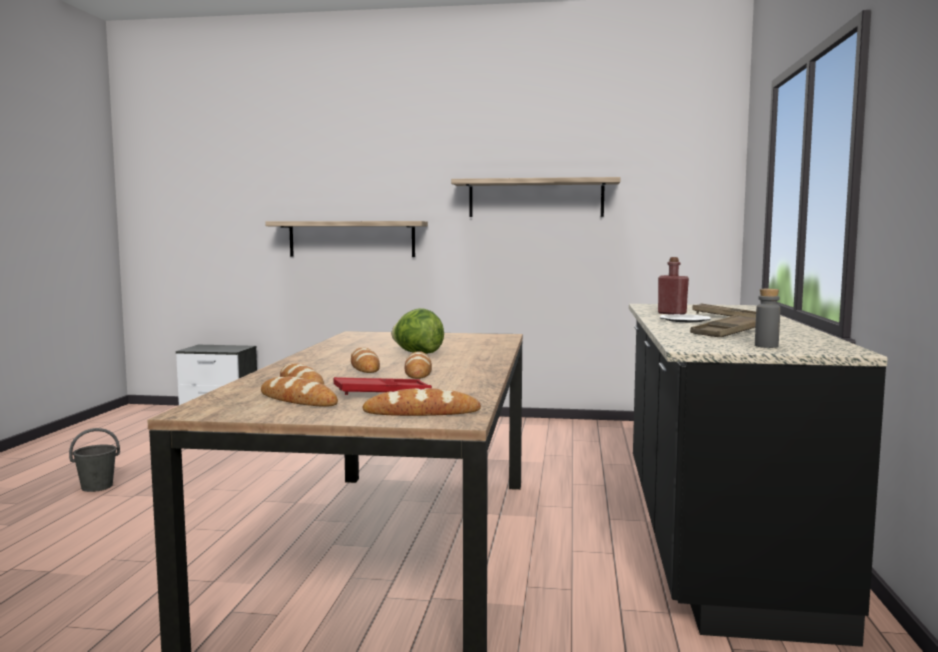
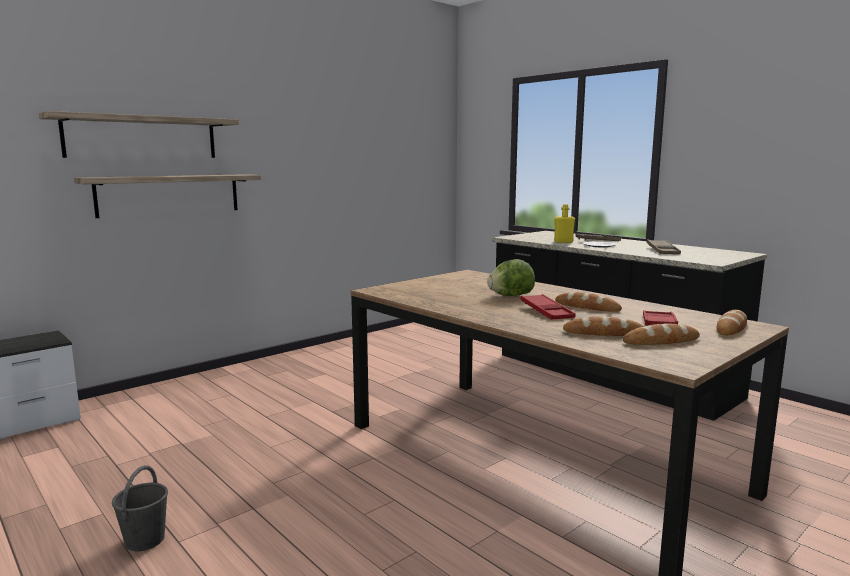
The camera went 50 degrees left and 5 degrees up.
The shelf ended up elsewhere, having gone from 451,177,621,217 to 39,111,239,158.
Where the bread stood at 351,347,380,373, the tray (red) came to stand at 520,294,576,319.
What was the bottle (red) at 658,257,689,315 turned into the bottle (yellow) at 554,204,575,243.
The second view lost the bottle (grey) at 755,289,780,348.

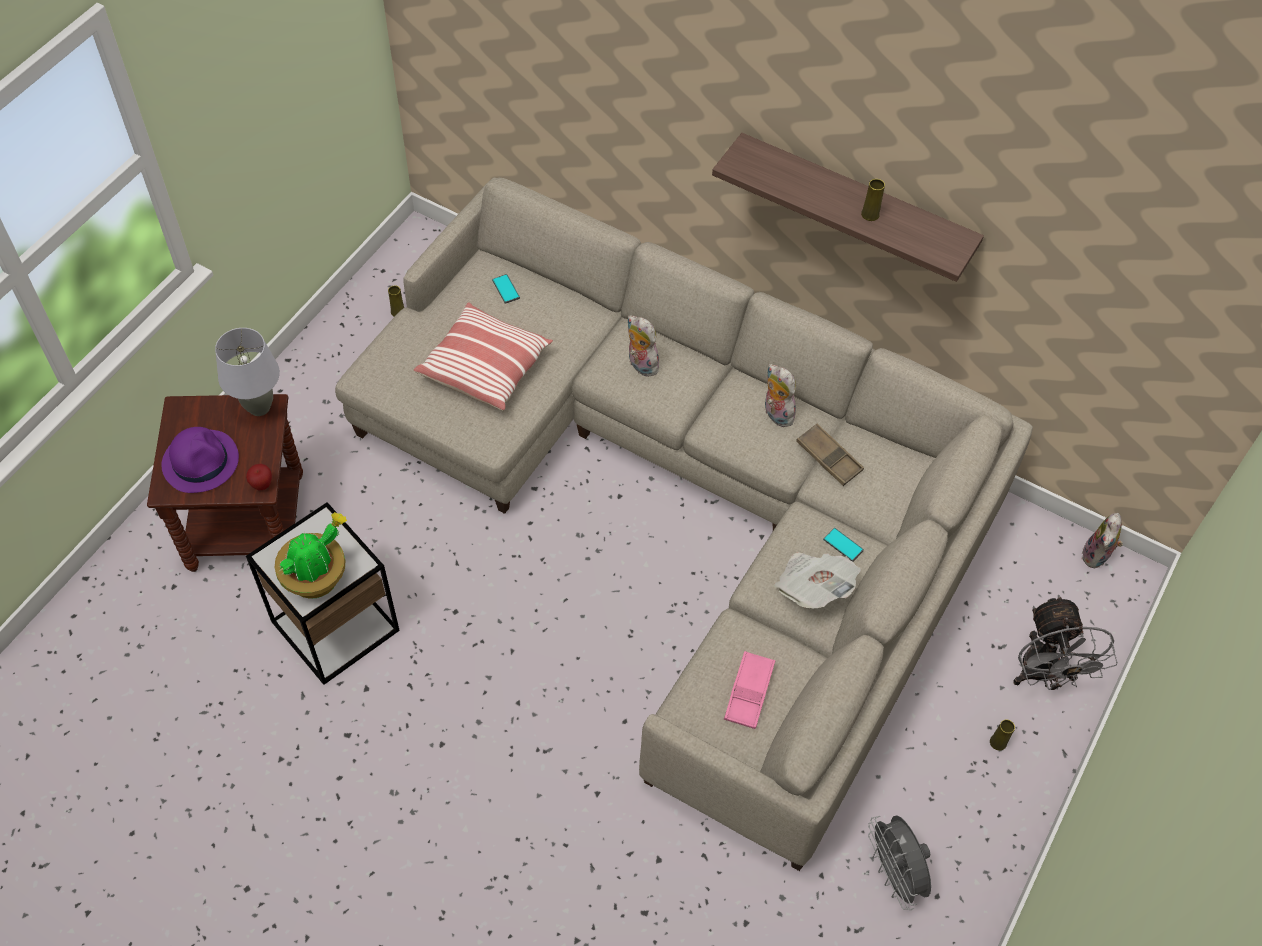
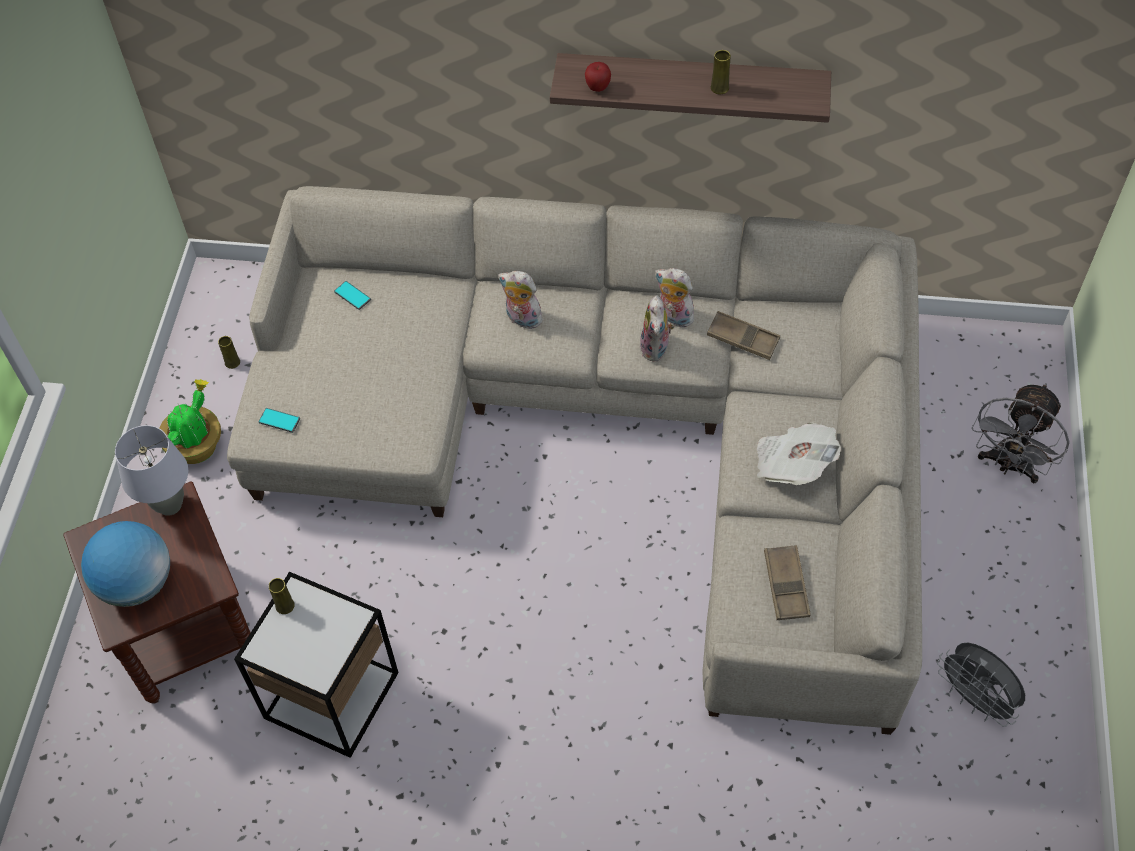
The camera went 20 degrees left and 0 degrees up.
Where the hat (purple) stood at 161,427,239,493, the globe came to stand at 81,521,170,607.
The potted plant ended up elsewhere, having gone from 275,512,347,599 to 159,379,221,464.
The phone ended up elsewhere, having gone from 823,528,864,561 to 258,408,300,433.
The vase (yellow) ended up elsewhere, having gone from 990,719,1015,751 to 269,578,295,614.
The apple ended up elsewhere, having gone from 246,464,272,490 to 585,62,611,92.
The plush toy ended up elsewhere, having gone from 1081,513,1123,568 to 640,295,674,362.
What was the tray (pink) at 724,651,775,729 turned into the tray (brown) at 764,545,811,620.
The fan (grey) at 1013,595,1118,690 ended up facing another way, 60 degrees clockwise from before.
The second view lost the pillow at 414,302,553,411.

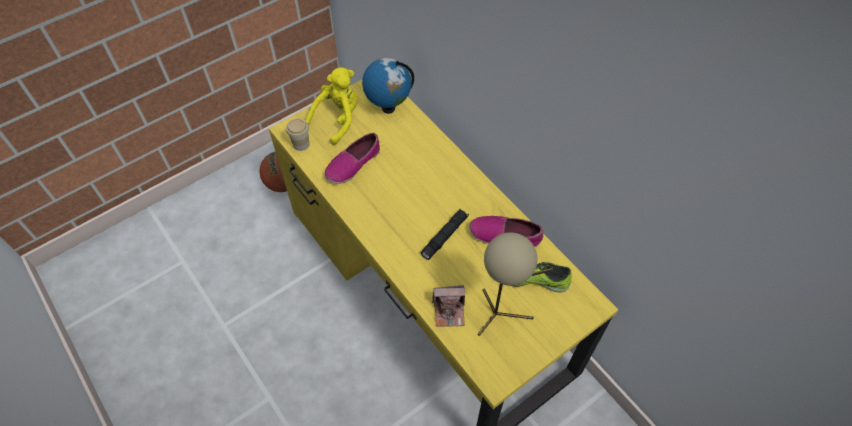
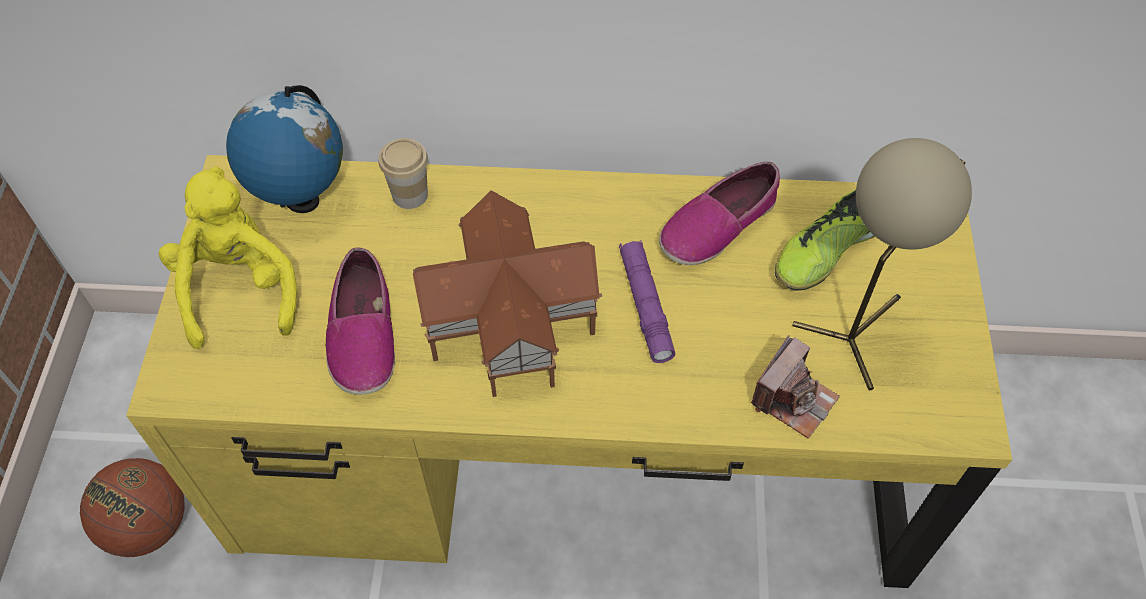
The camera went 50 degrees left and 0 degrees up.
The cup ended up elsewhere, having gone from 286,118,310,151 to 378,138,428,209.
The second view gained the toy house at 413,190,602,397.
What was the flashlight (black) at 421,209,469,260 turned into the flashlight (purple) at 619,240,675,363.

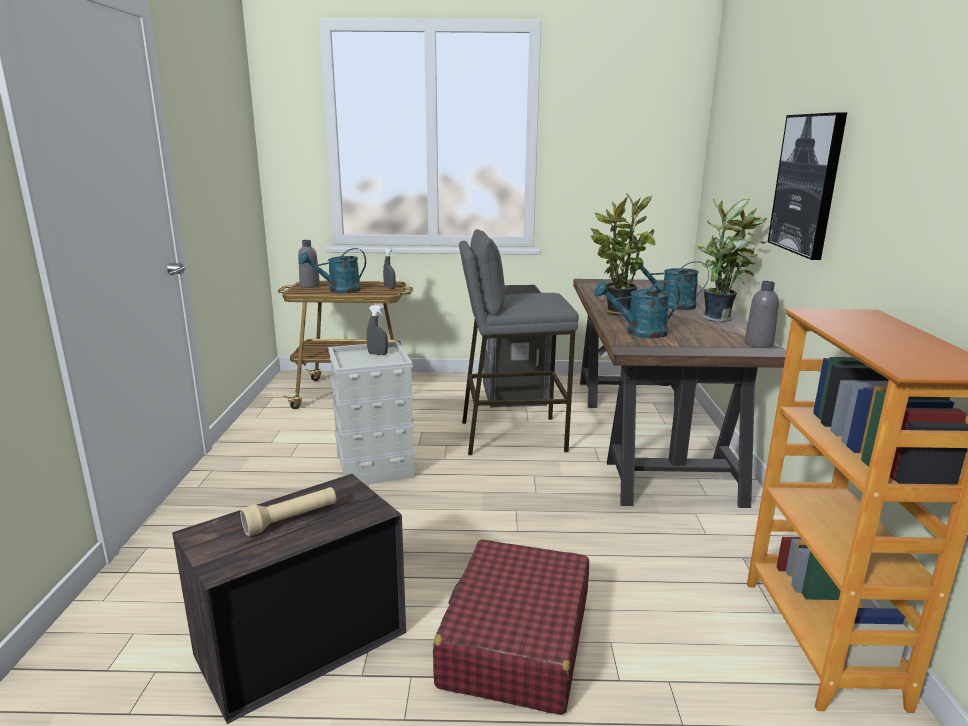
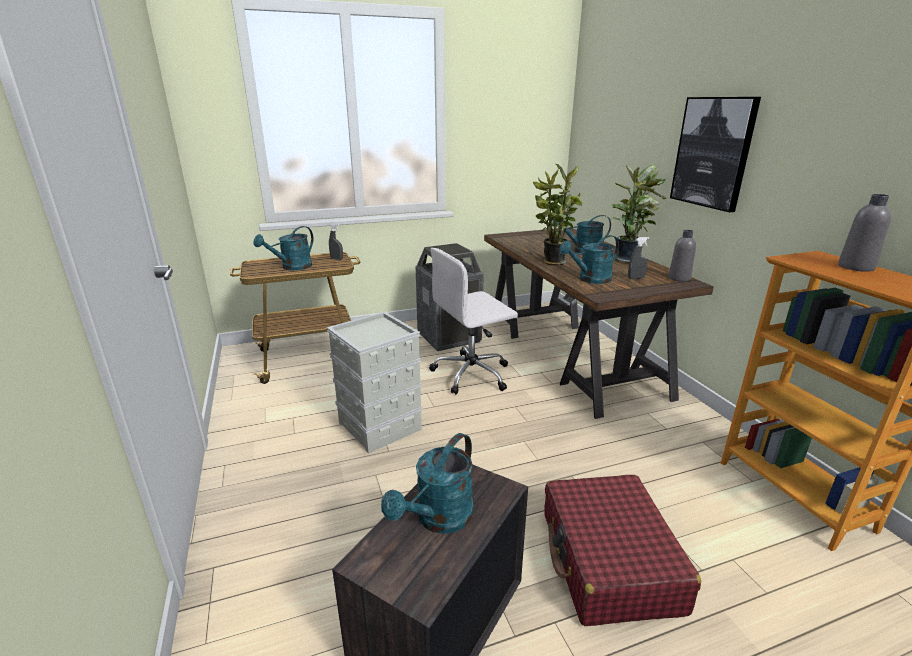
The camera went 20 degrees left and 5 degrees up.
Where the flashlight (beige) stood at 240,487,336,536, the watering can (turquoise) came to stand at 381,433,474,534.
Where the stool (grey) stood at 459,229,579,455, the office chair (white) came to stand at 429,248,518,394.
The spray bottle (grey) ended up elsewhere, having gone from 367,305,388,355 to 628,237,650,279.
The bottle (grey) ended up elsewhere, having gone from 298,240,320,288 to 838,194,891,272.

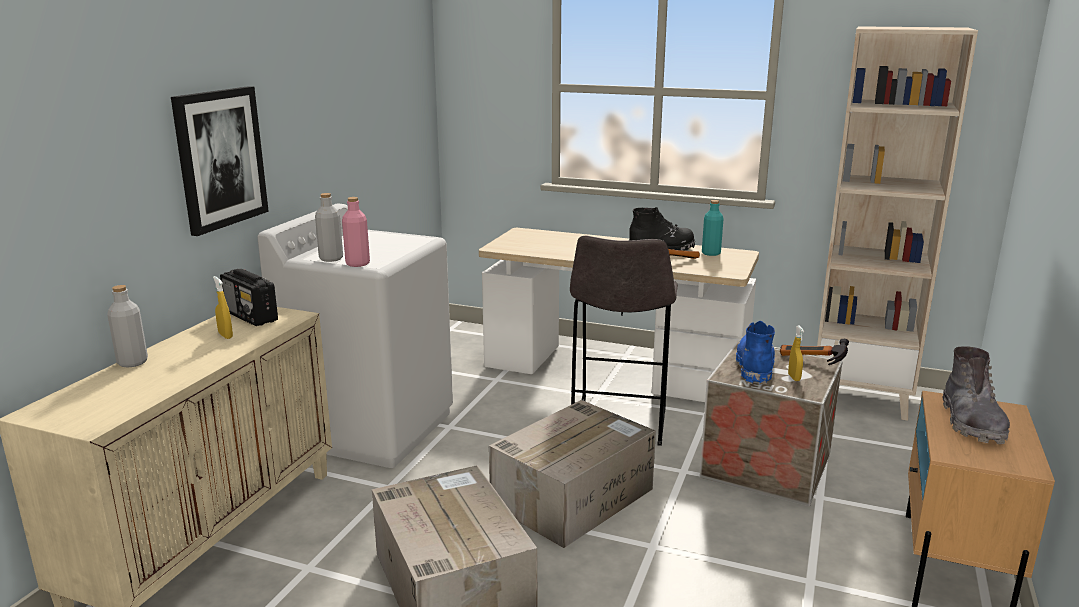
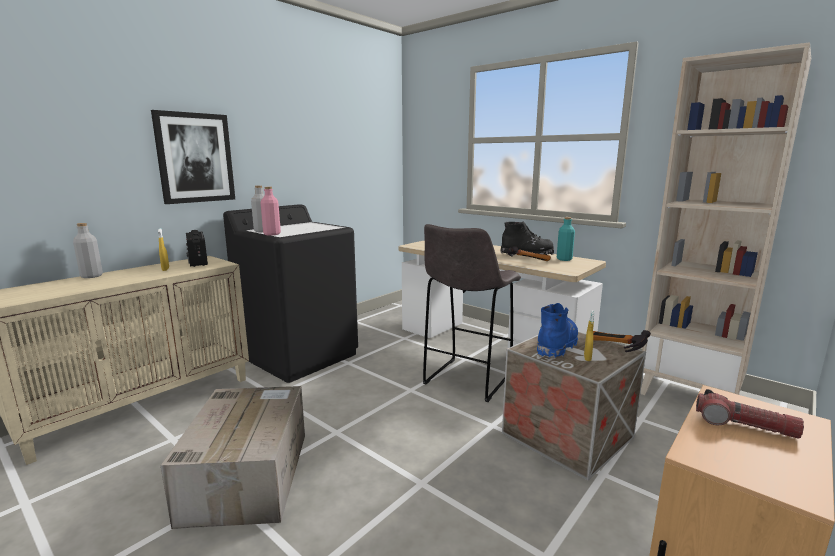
The camera went 20 degrees right and 5 degrees down.
What was the washing machine (white) at 257,204,453,468 turned into the washing machine (black) at 223,204,358,383.
Where the boot (grey) stood at 943,346,1010,444, the flashlight came to stand at 696,389,804,439.
The second view lost the cardboard box at 489,400,656,548.

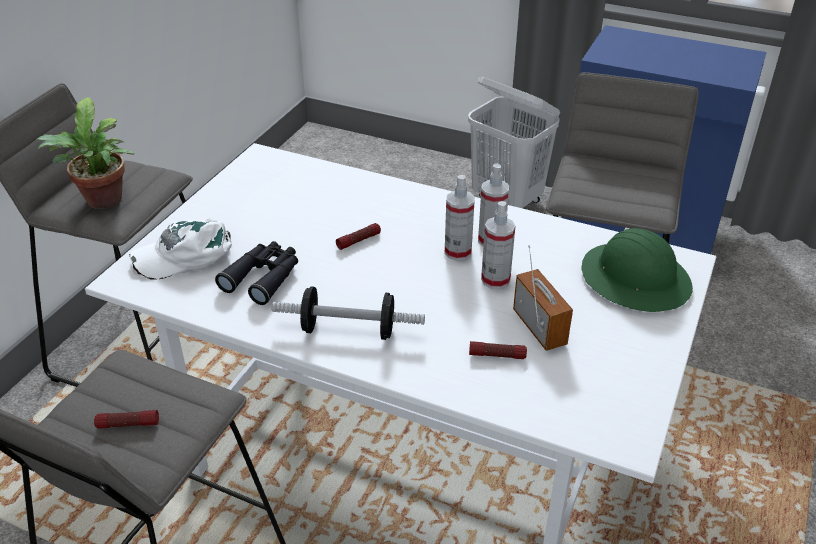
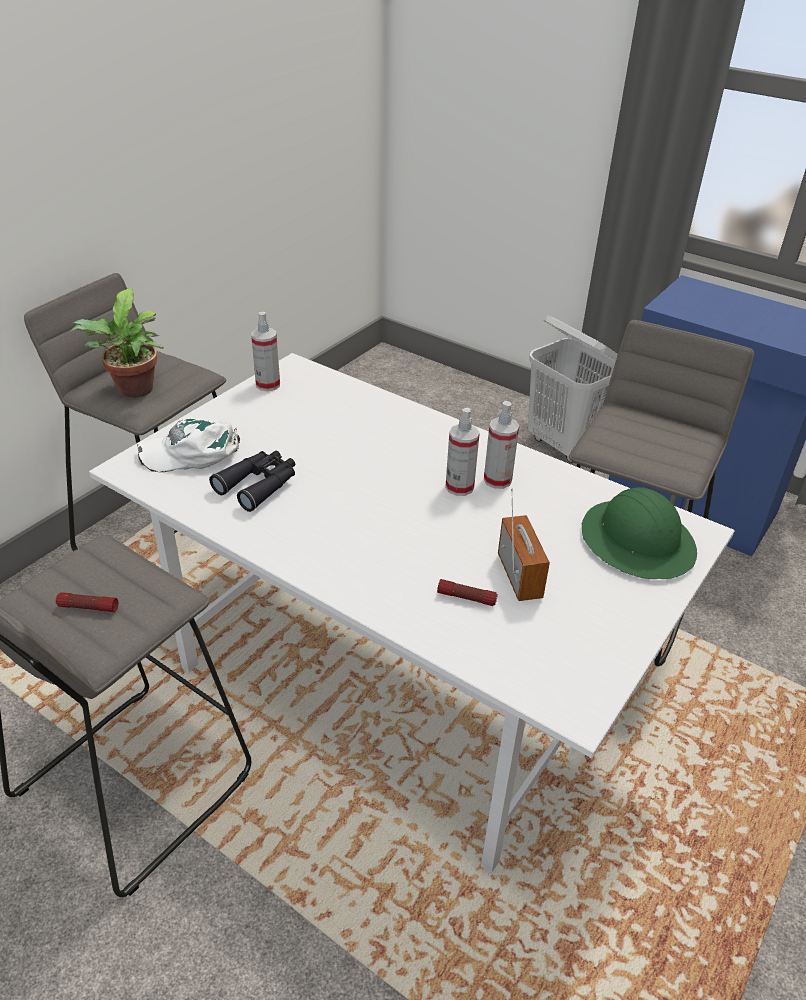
The camera went 10 degrees right and 0 degrees up.
The spray bottle ended up elsewhere, having gone from 481,201,516,289 to 251,312,280,391.
The second view lost the dumbbell at 272,286,425,340.
The second view lost the flashlight at 336,223,381,250.

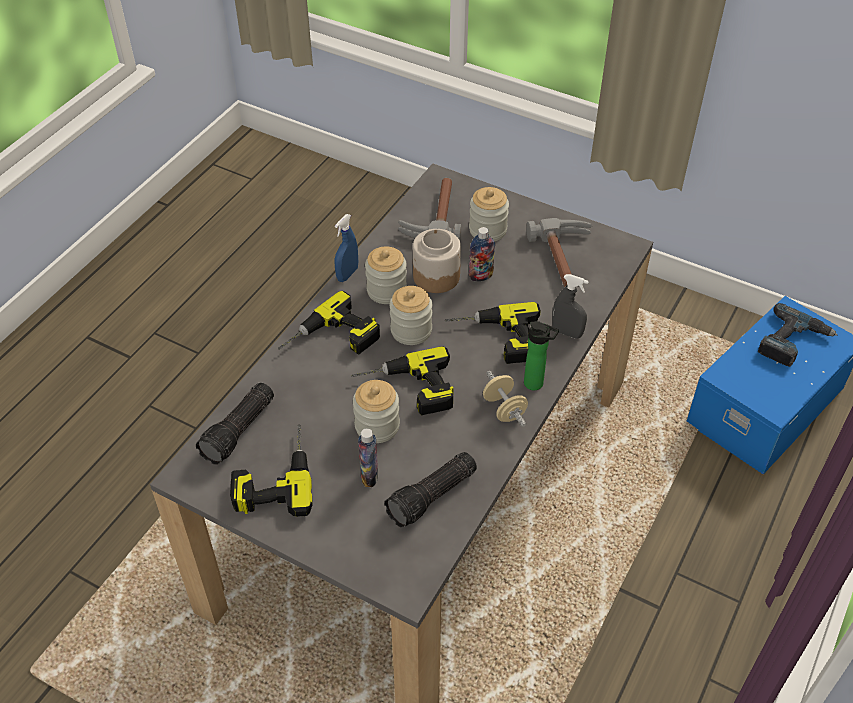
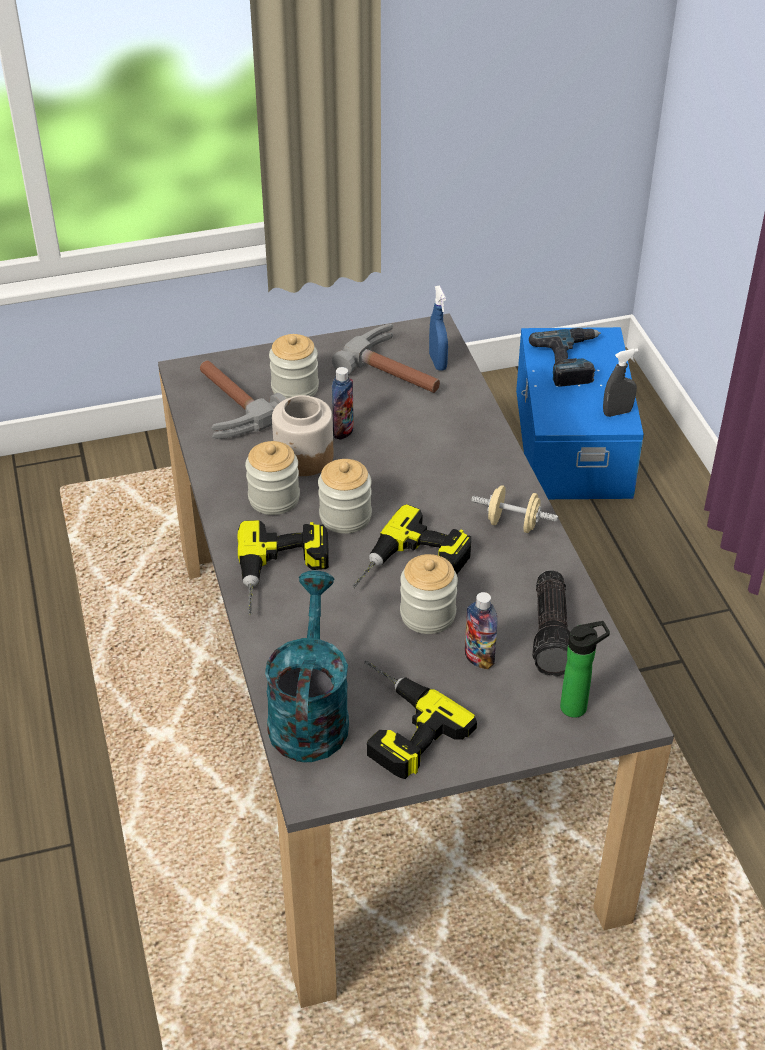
The camera went 45 degrees left and 5 degrees down.
Where the flashlight stood at 196,383,274,465, the watering can (turquoise) came to stand at 265,571,349,762.
The spray bottle (blue) ended up elsewhere, having gone from 334,214,358,282 to 429,285,448,371.
The bottle ended up elsewhere, having gone from 524,321,559,390 to 560,621,610,718.
The spray bottle (grey) ended up elsewhere, having gone from 552,274,589,339 to 603,348,639,417.
The second view lost the power drill at 445,302,541,364.

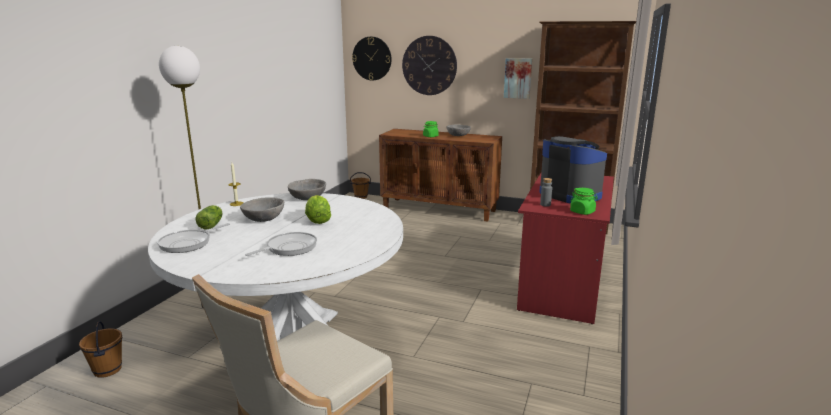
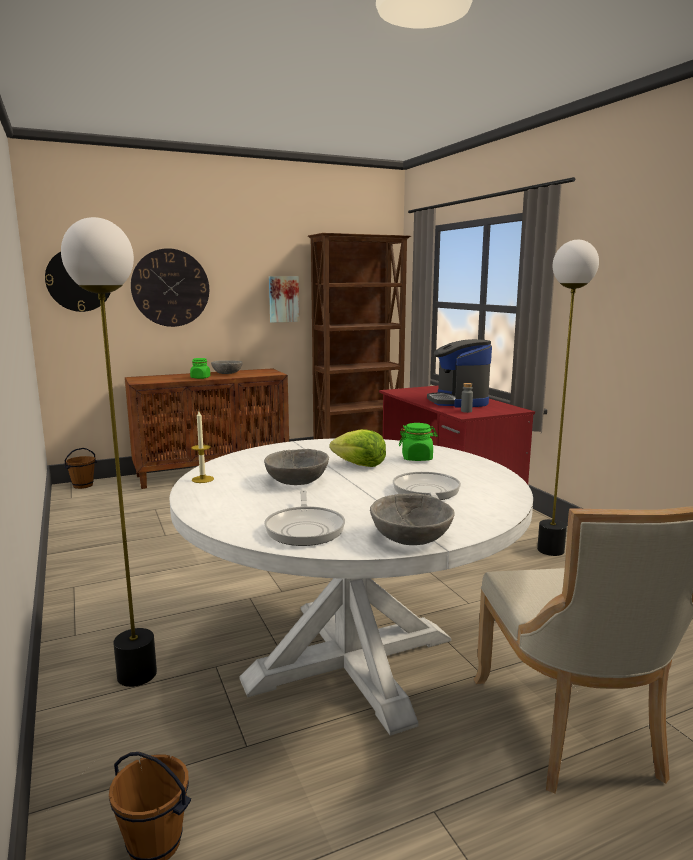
The camera went 45 degrees left and 5 degrees down.
The bowl (grey) ended up elsewhere, having gone from 288,179,326,200 to 370,494,455,545.
The jar (green) ended up elsewhere, having gone from 570,188,598,215 to 399,423,438,461.
The coffee machine at 539,136,607,204 ended up facing another way, 105 degrees counterclockwise from before.
The second view gained the floor lamp at 537,240,599,556.
The second view lost the lettuce at 195,205,222,230.

